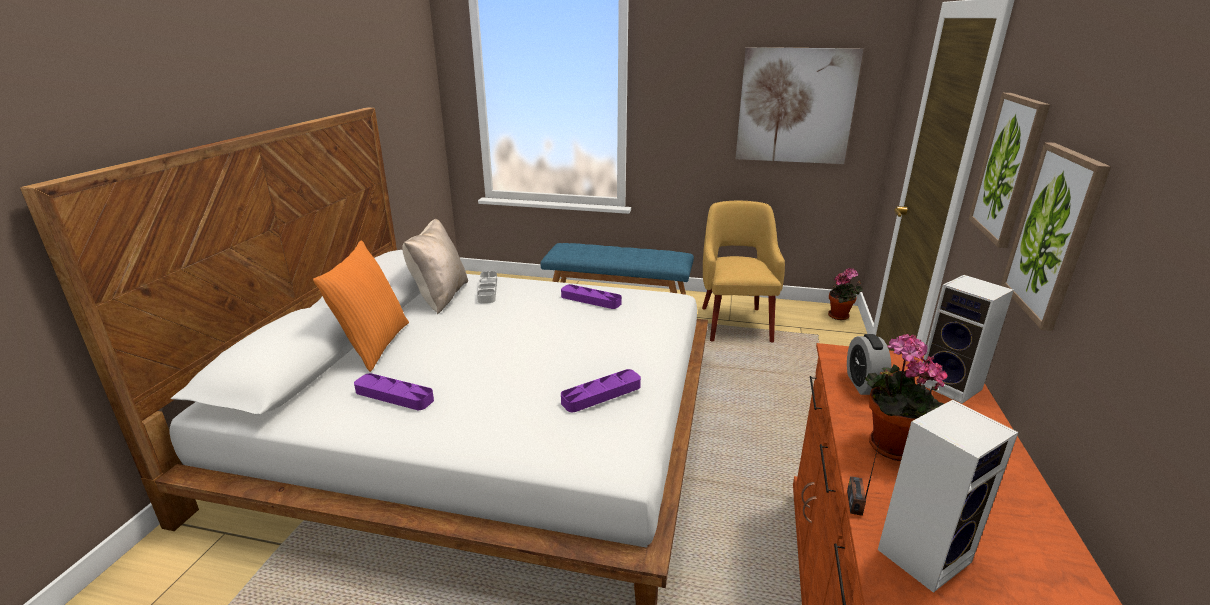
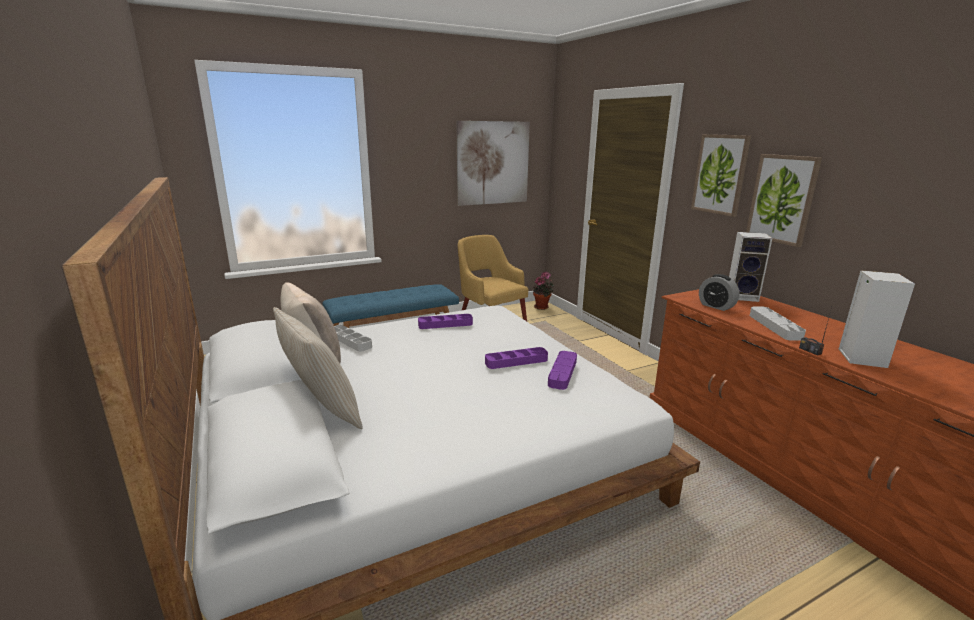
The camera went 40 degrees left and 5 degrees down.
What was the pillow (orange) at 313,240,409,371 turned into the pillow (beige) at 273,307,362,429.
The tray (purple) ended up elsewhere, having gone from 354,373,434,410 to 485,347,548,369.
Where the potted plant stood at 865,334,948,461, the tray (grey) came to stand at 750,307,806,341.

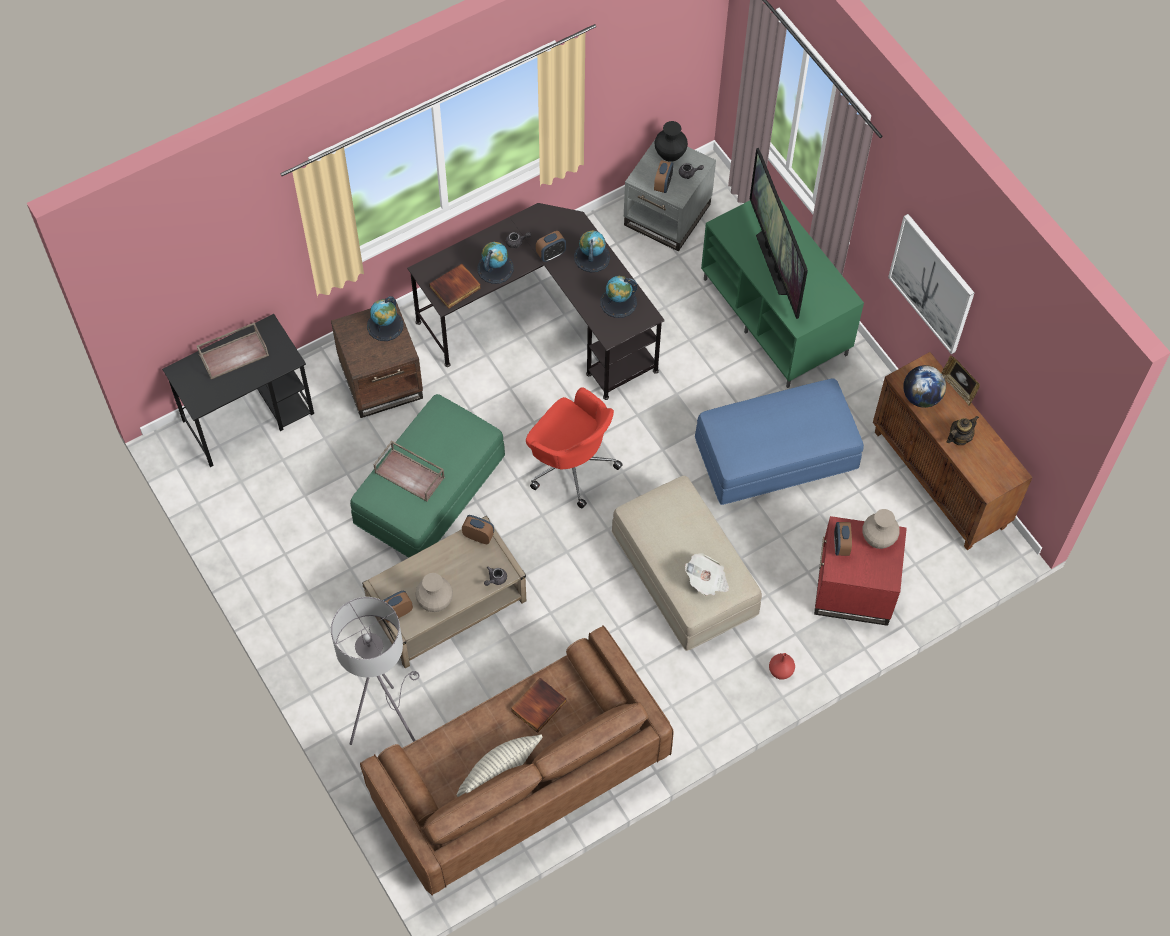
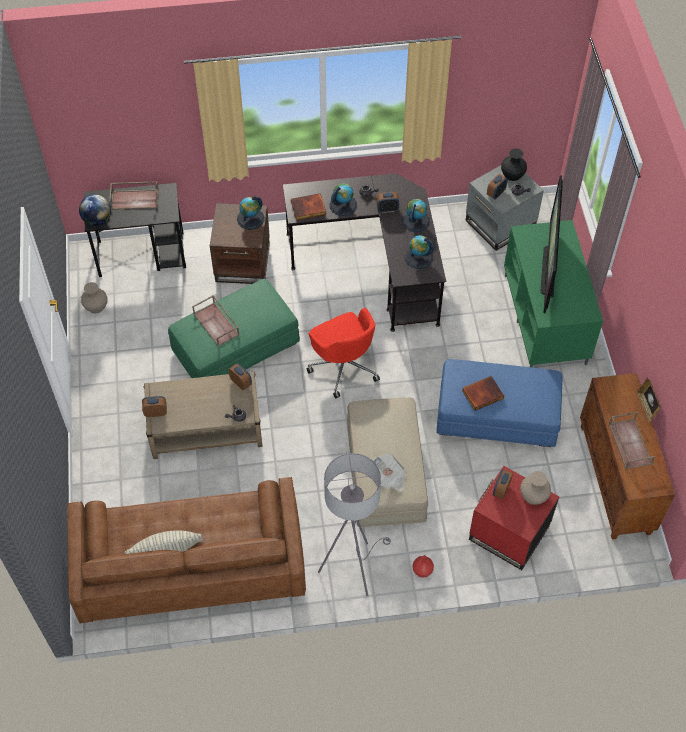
The camera went 25 degrees right and 5 degrees down.
The globe ended up elsewhere, having gone from 903,365,946,408 to 79,194,111,226.
The vase (beige) ended up elsewhere, having gone from 416,573,453,612 to 81,282,108,313.
The floor lamp (grey) ended up elsewhere, having gone from 331,597,420,745 to 318,453,391,596.
The book ended up elsewhere, having gone from 511,678,566,733 to 462,376,504,411.
Where the teapot stood at 946,416,979,445, the tray (brown) came to stand at 609,412,655,469.
The second view lost the picture at 888,214,974,354.

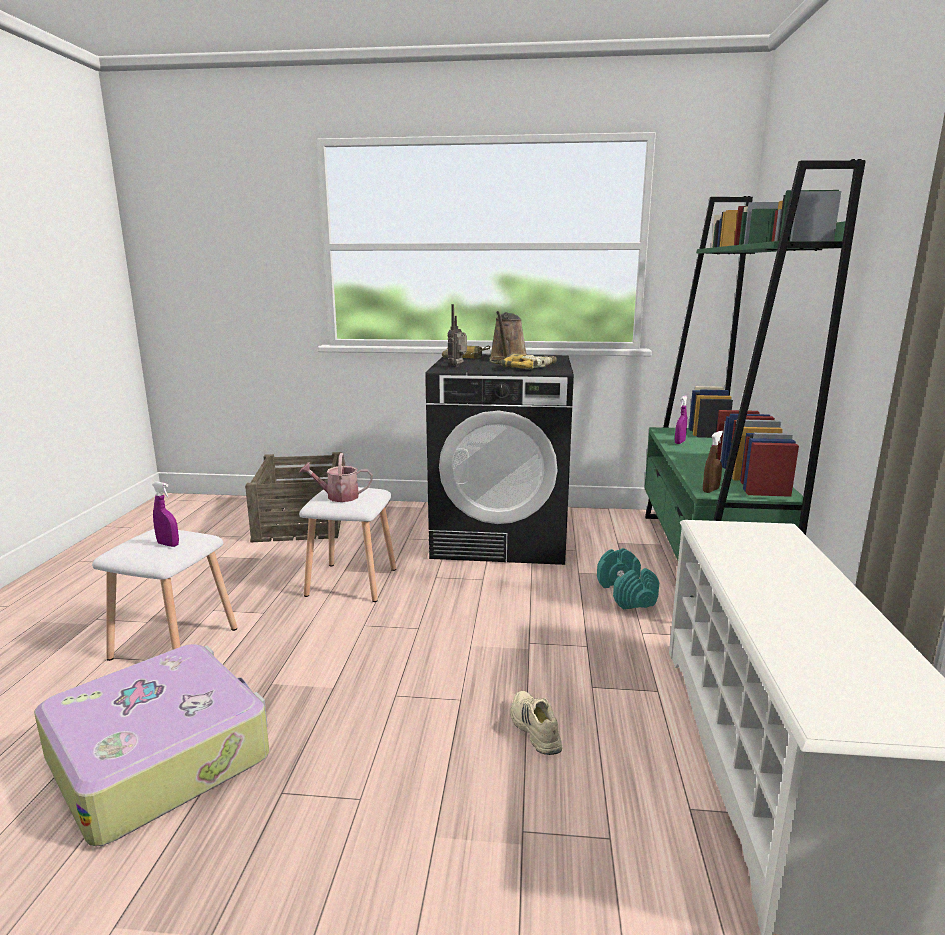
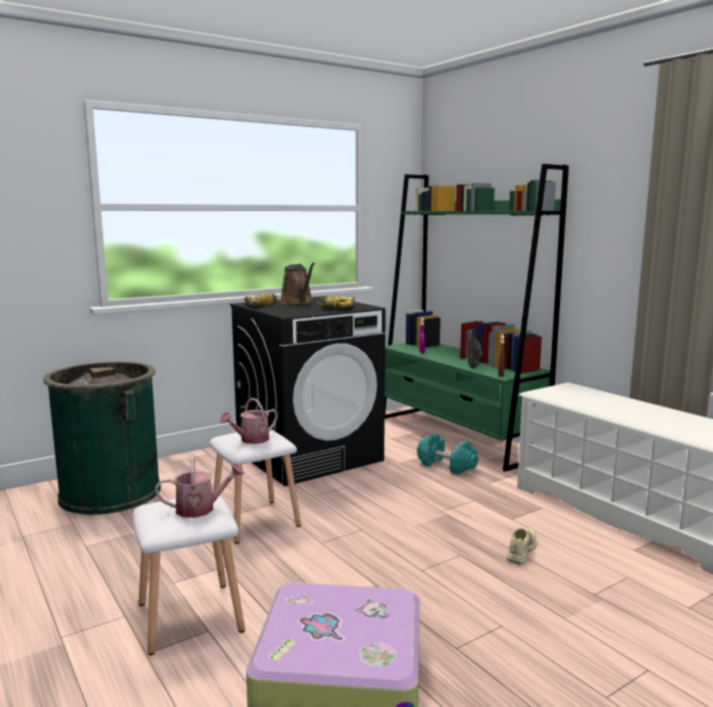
The camera went 40 degrees left and 5 degrees down.
Where the crate stood at 245,452,342,542, the trash can (green) came to stand at 43,362,161,515.
Where the spray bottle (purple) stood at 152,482,179,547, the watering can came to stand at 155,455,245,518.
The radio ended up elsewhere, having gone from 448,304,467,367 to 467,321,482,368.
The shoe (beige) at 511,691,562,755 ended up facing another way, 90 degrees clockwise from before.

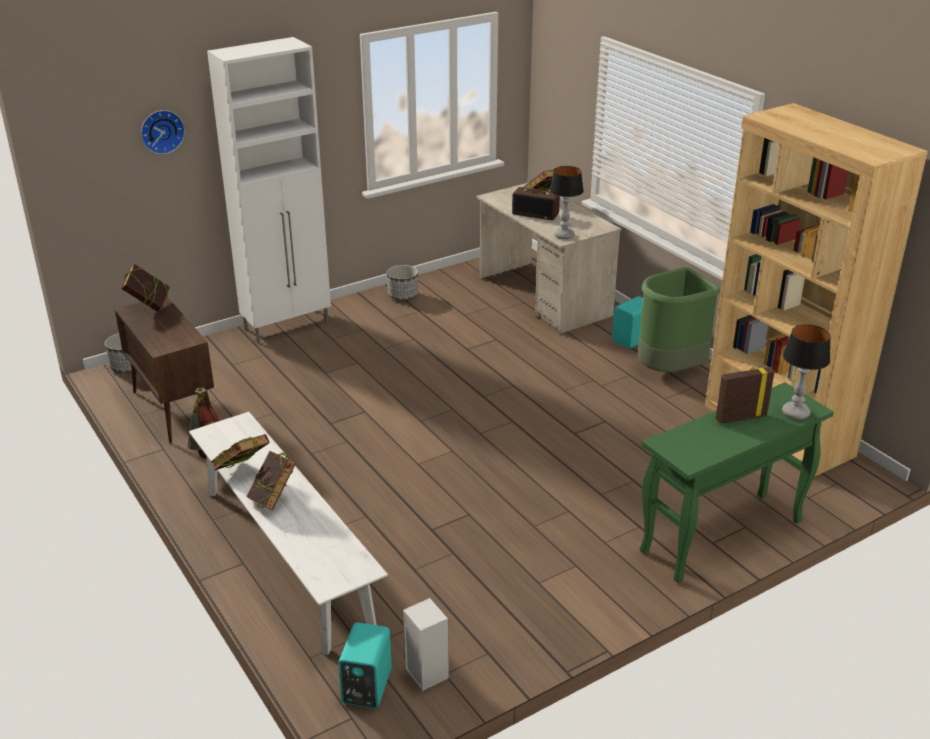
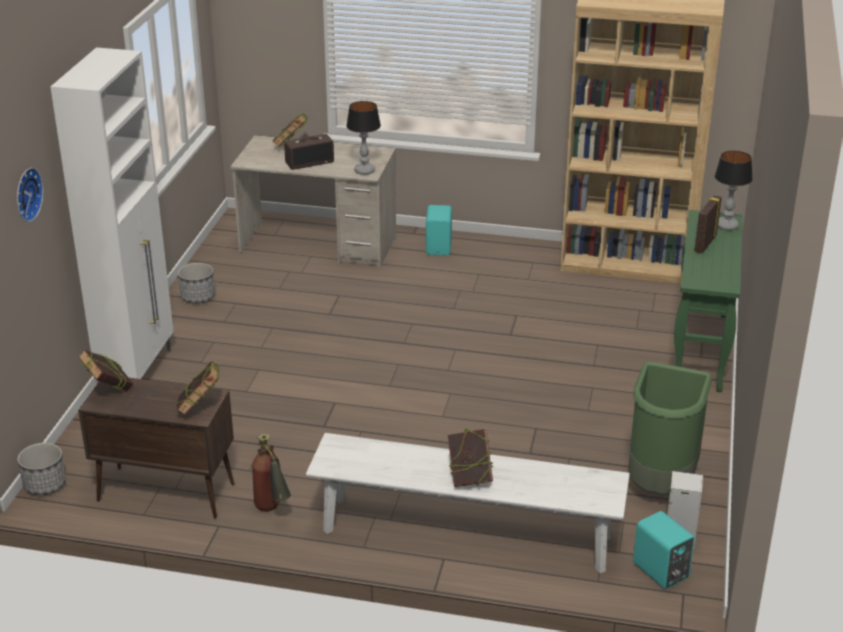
The camera went 45 degrees left and 0 degrees up.
The book ended up elsewhere, having gone from 211,434,270,470 to 176,361,220,415.
The trash can (green) ended up elsewhere, having gone from 638,267,720,372 to 628,362,712,495.

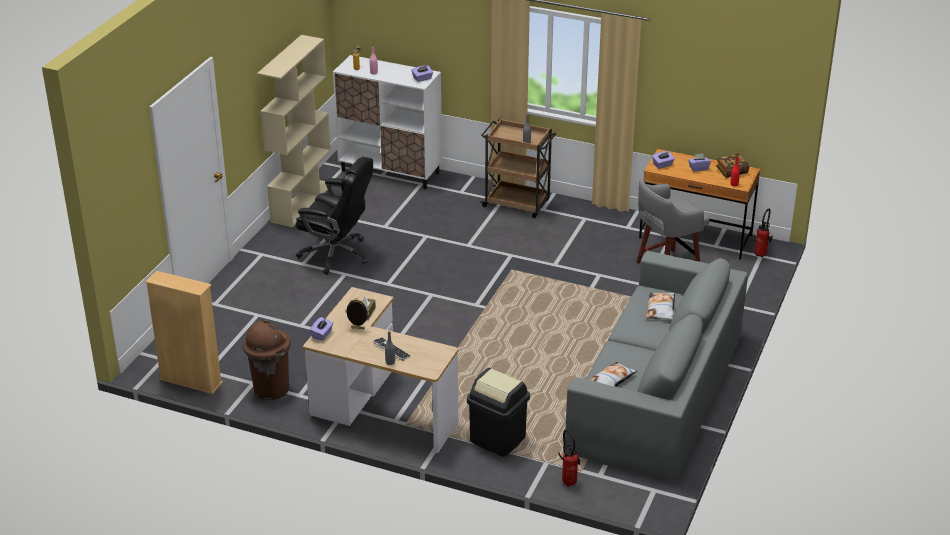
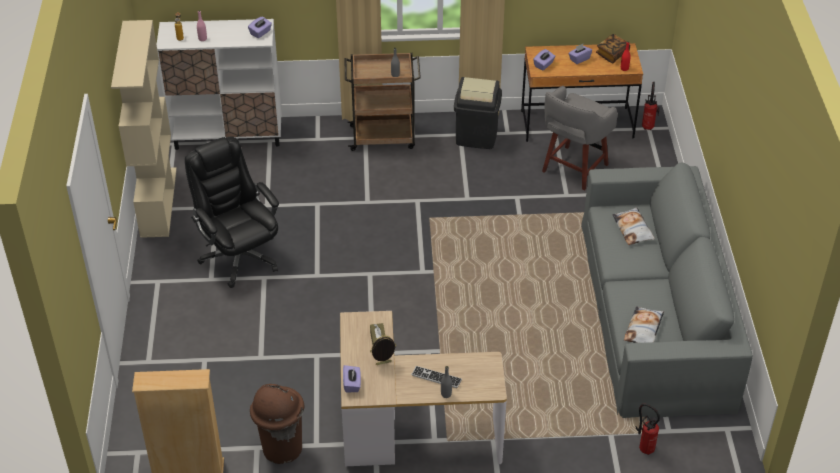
The camera went 25 degrees left and 10 degrees up.
The office chair (black) at 296,157,373,275 ended up facing another way, 120 degrees counterclockwise from before.
The trash can (black) ended up elsewhere, having gone from 467,368,530,457 to 454,77,502,149.

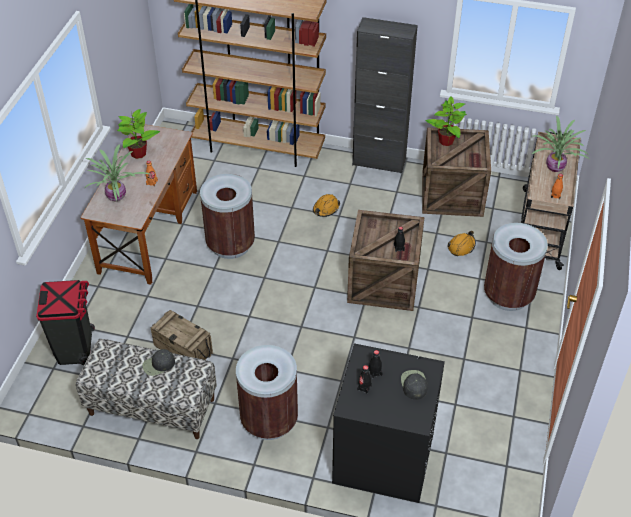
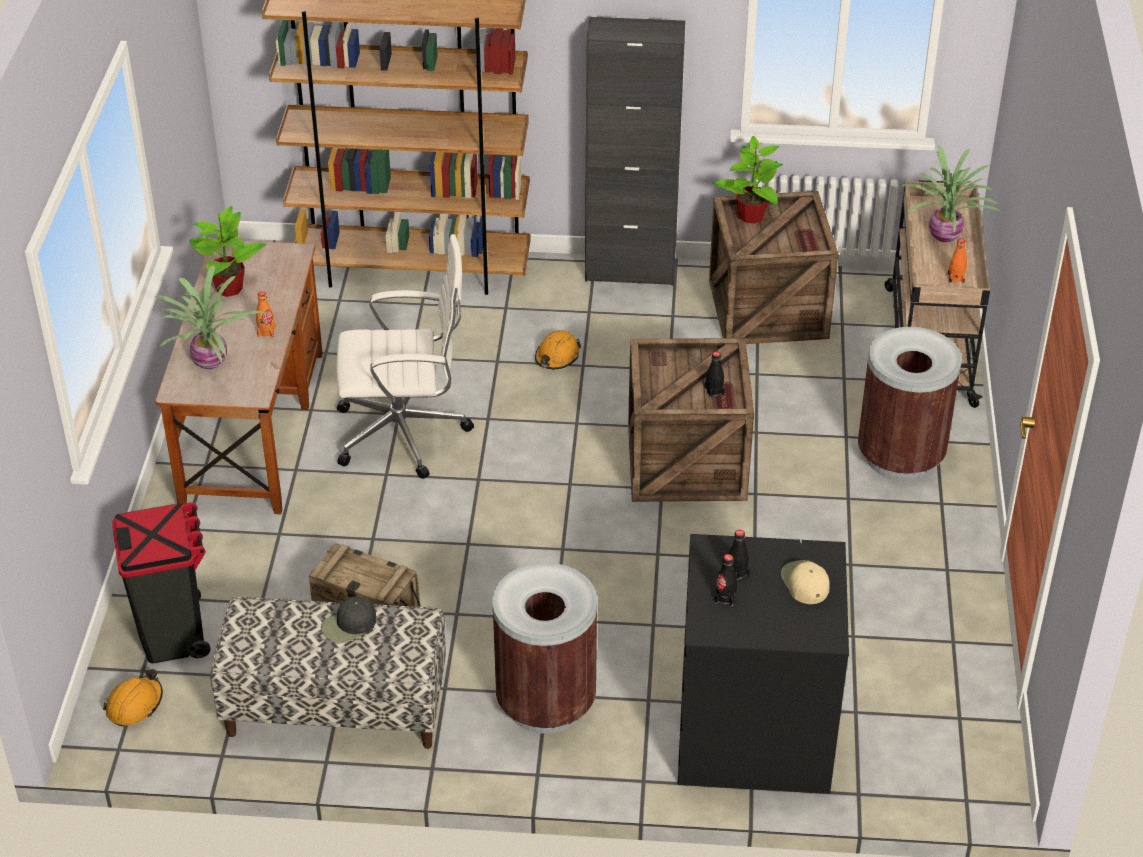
The camera went 10 degrees left and 5 degrees down.
The hard hat (orange) ended up elsewhere, having gone from 447,231,476,256 to 103,669,163,727.
Where the trash can (brown) stood at 200,174,255,259, the office chair (white) came to stand at 336,234,474,479.
What was the cap (black) at 401,370,428,400 turned into the cap (beige) at 781,560,829,604.

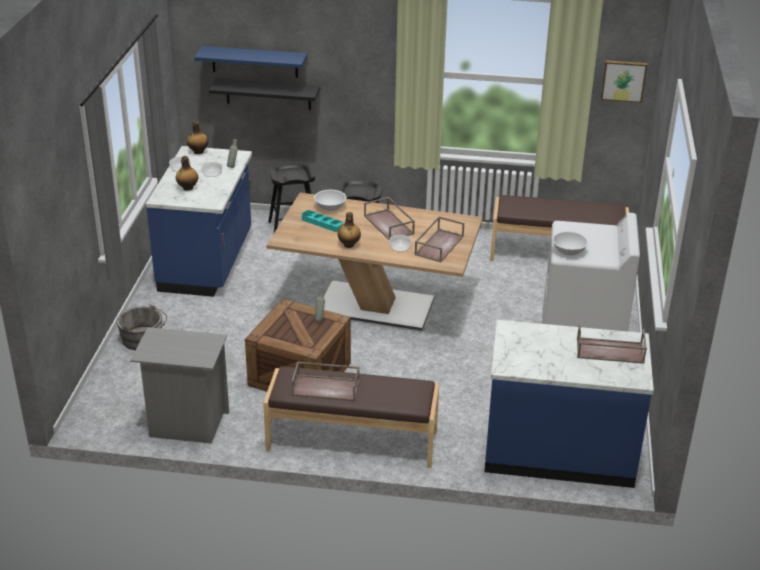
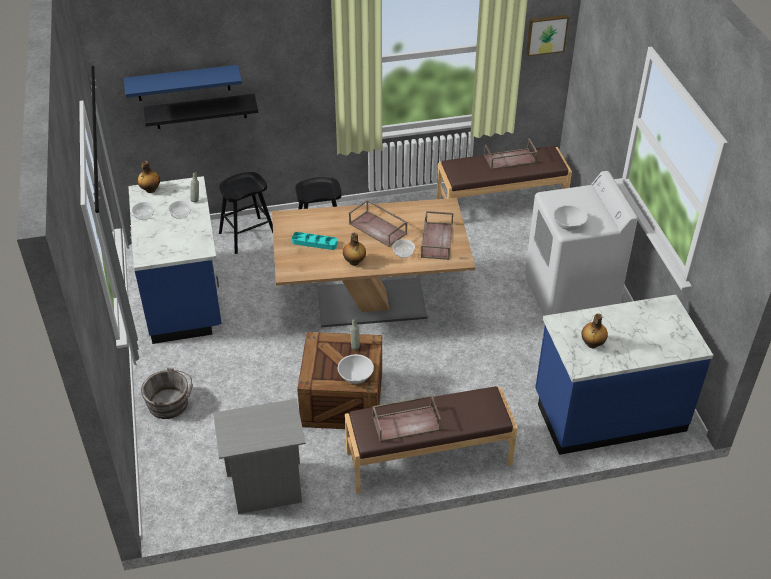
The camera went 20 degrees left and 10 degrees up.
The bowl (white) ended up elsewhere, having gone from 314,190,346,211 to 338,354,374,384.
The tray (brown) ended up elsewhere, having gone from 577,324,647,364 to 484,138,538,170.
The bottle ended up elsewhere, having gone from 176,156,198,191 to 582,314,608,348.

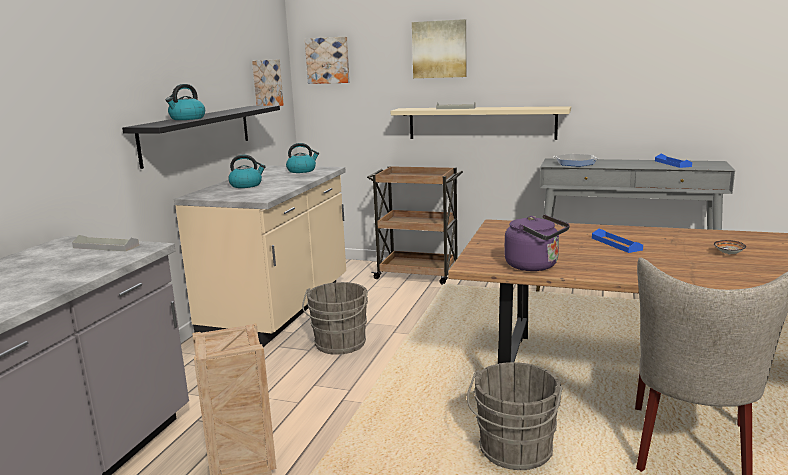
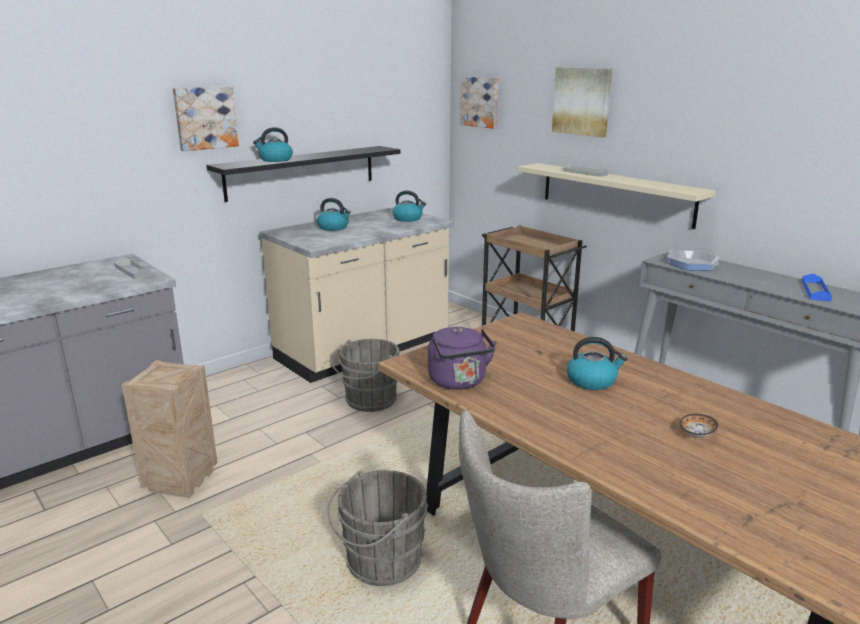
The camera went 30 degrees right and 5 degrees up.
The picture ended up elsewhere, having gone from 252,59,284,106 to 173,86,239,151.
Where the tray (blue) stood at 592,228,643,253, the kettle came to stand at 567,337,627,390.

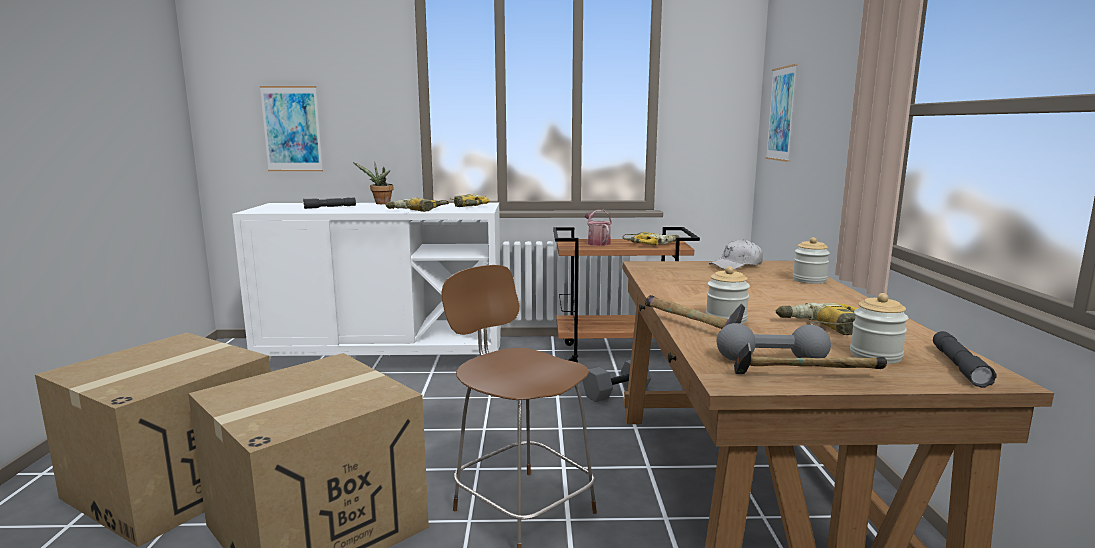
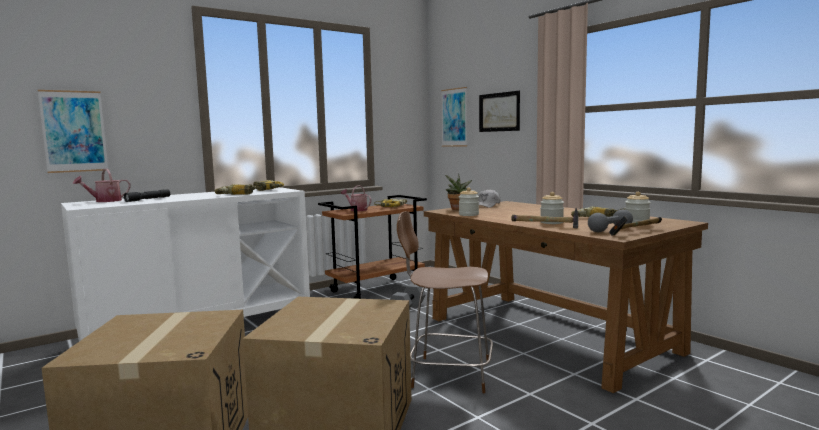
The camera went 35 degrees left and 5 degrees down.
The second view gained the watering can at 73,169,131,202.
The potted plant ended up elsewhere, having gone from 353,162,393,204 to 445,174,472,210.
The jar ended up elsewhere, having gone from 793,237,830,284 to 459,187,479,216.
The second view gained the picture at 479,91,520,132.
The second view lost the flashlight (grey) at 933,331,997,388.

